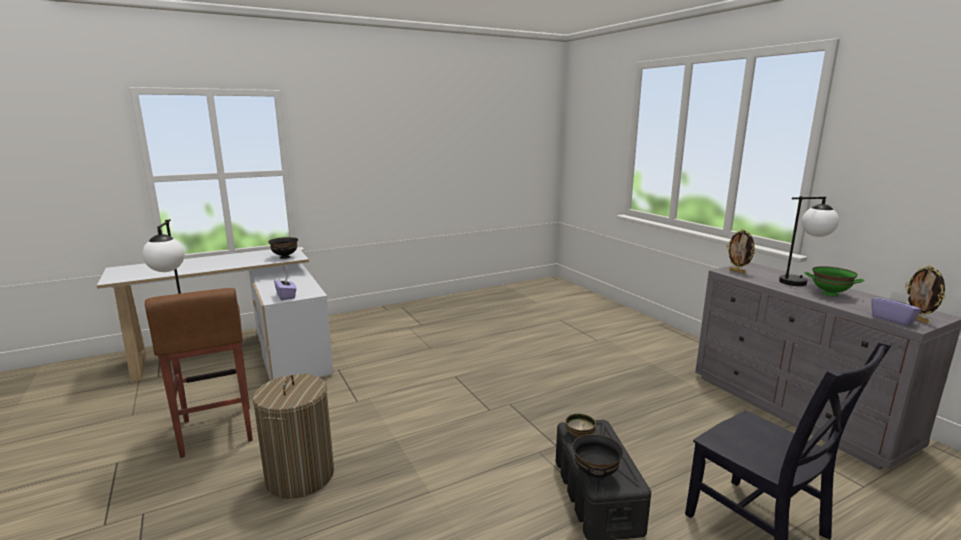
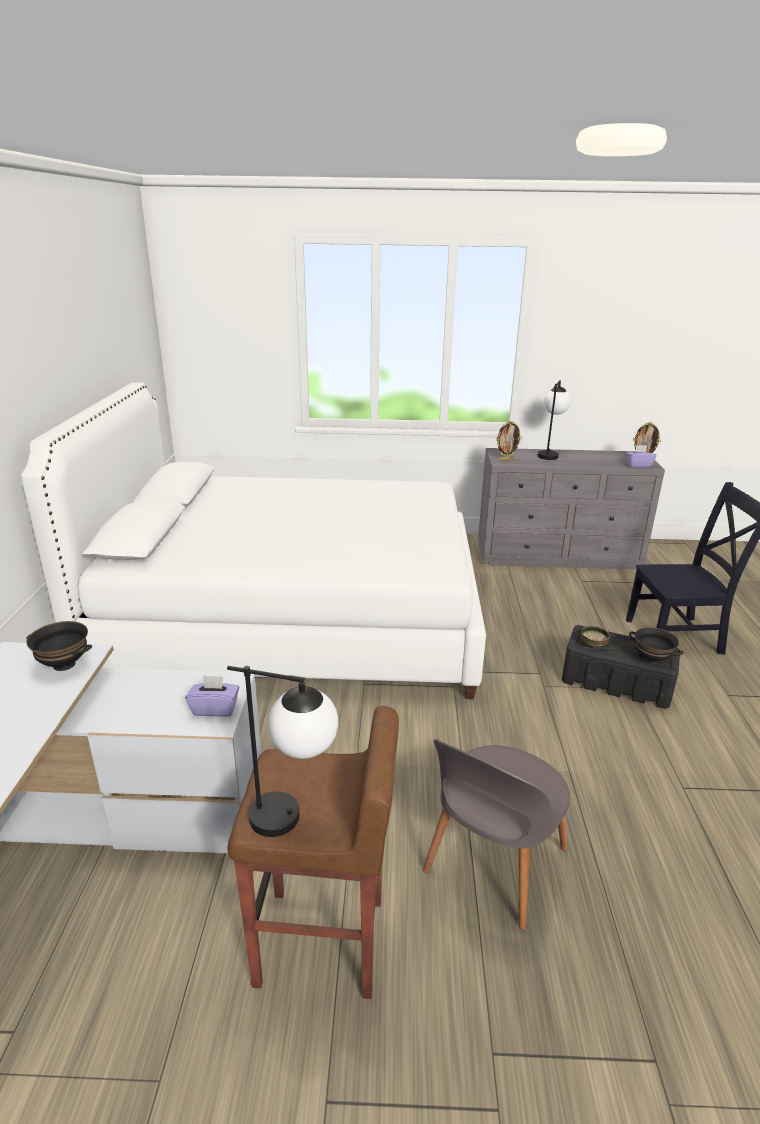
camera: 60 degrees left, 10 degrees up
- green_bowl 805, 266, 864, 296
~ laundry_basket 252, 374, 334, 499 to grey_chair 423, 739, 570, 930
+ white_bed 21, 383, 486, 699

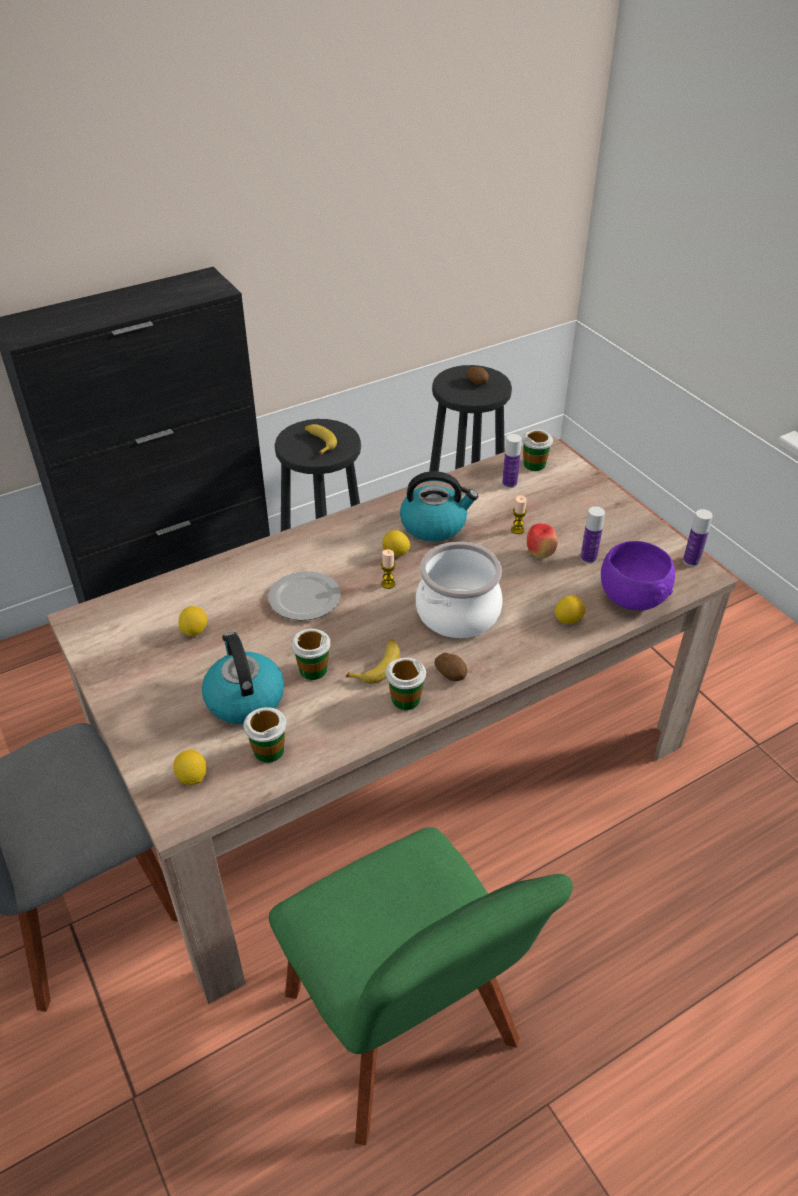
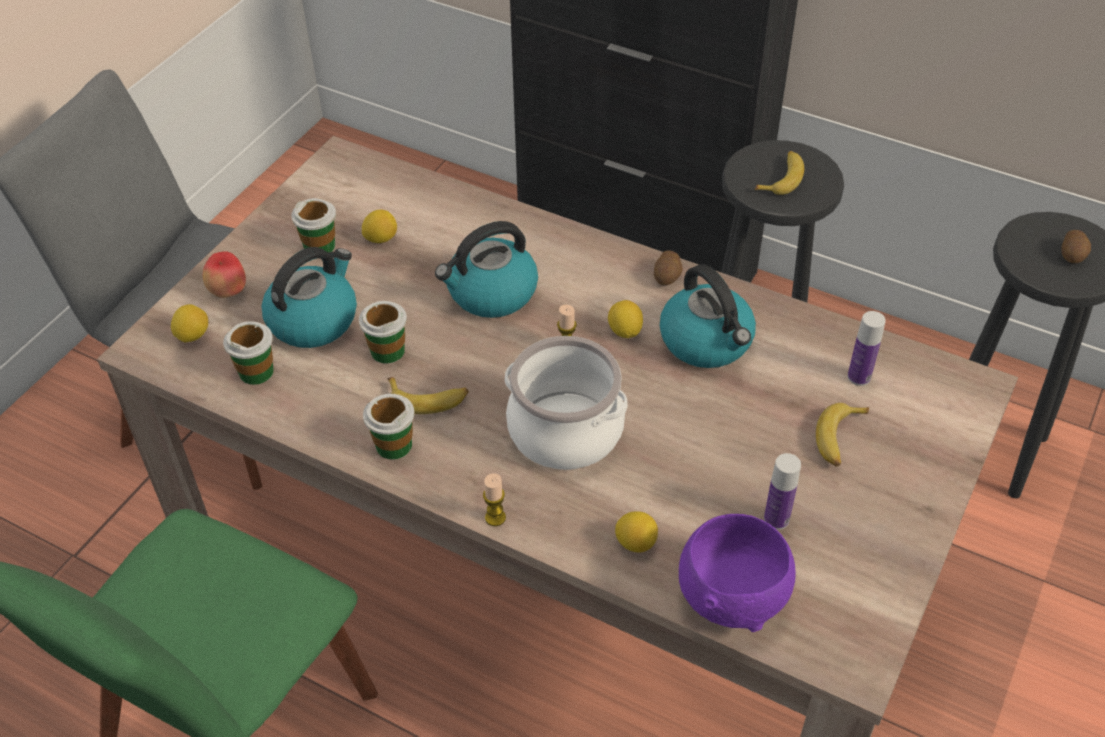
camera: 60 degrees right, 5 degrees up
~ cup 522, 429, 553, 471 to 291, 198, 336, 252
~ candle 511, 495, 527, 534 to 483, 473, 506, 526
- bottle 683, 509, 713, 567
~ apple 527, 523, 558, 559 to 203, 251, 246, 298
~ plate 269, 571, 341, 621 to kettle 435, 221, 538, 318
~ potato 434, 653, 467, 681 to 654, 251, 683, 285
+ banana 816, 403, 869, 467

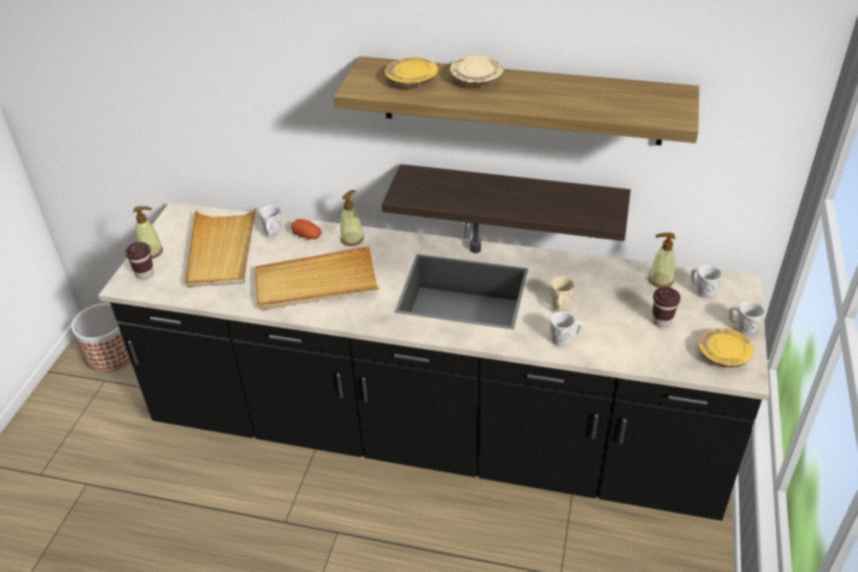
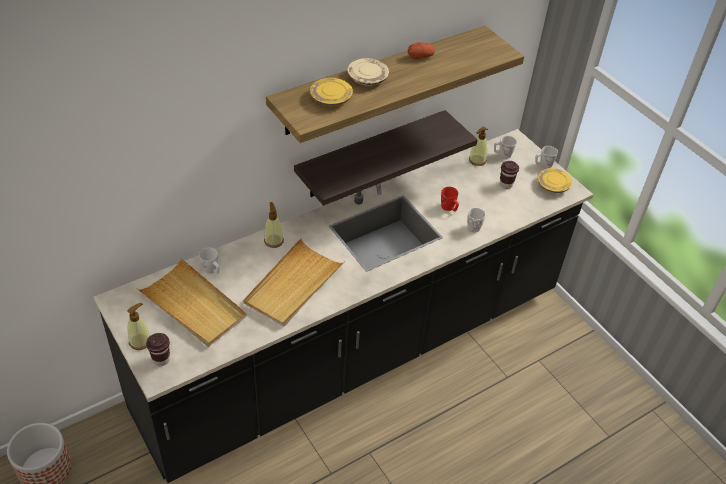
camera: 50 degrees left, 5 degrees up
~ potato 291, 219, 322, 239 to 408, 42, 435, 60
~ beige_mug 551, 277, 574, 312 to red_mug 441, 187, 459, 212

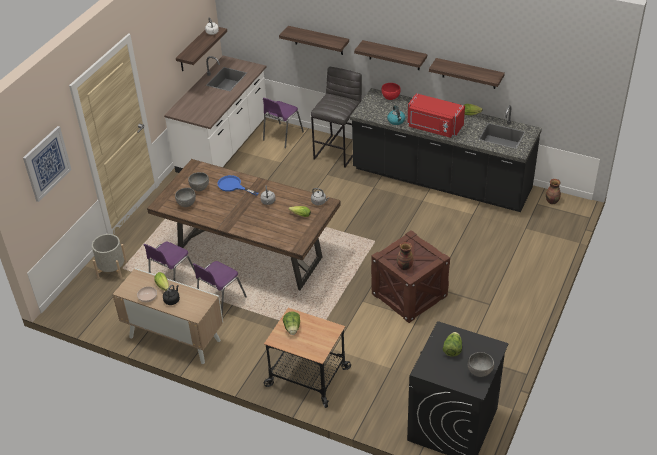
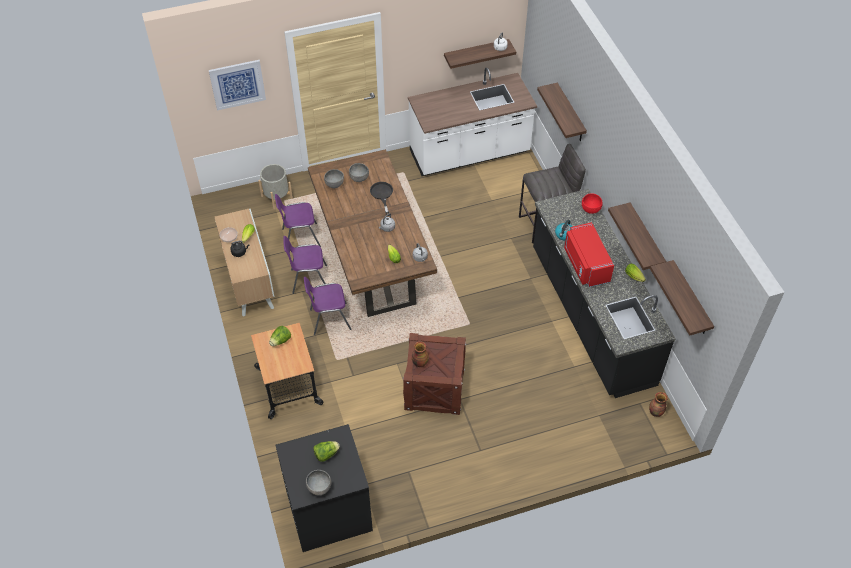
camera: 45 degrees right, 10 degrees up
~ shelf 354, 40, 427, 70 to 650, 260, 714, 336
~ purple_chair 263, 98, 304, 148 to 304, 277, 352, 335
~ blue_frying_pan 217, 175, 259, 196 to black_frying_pan 370, 182, 393, 216

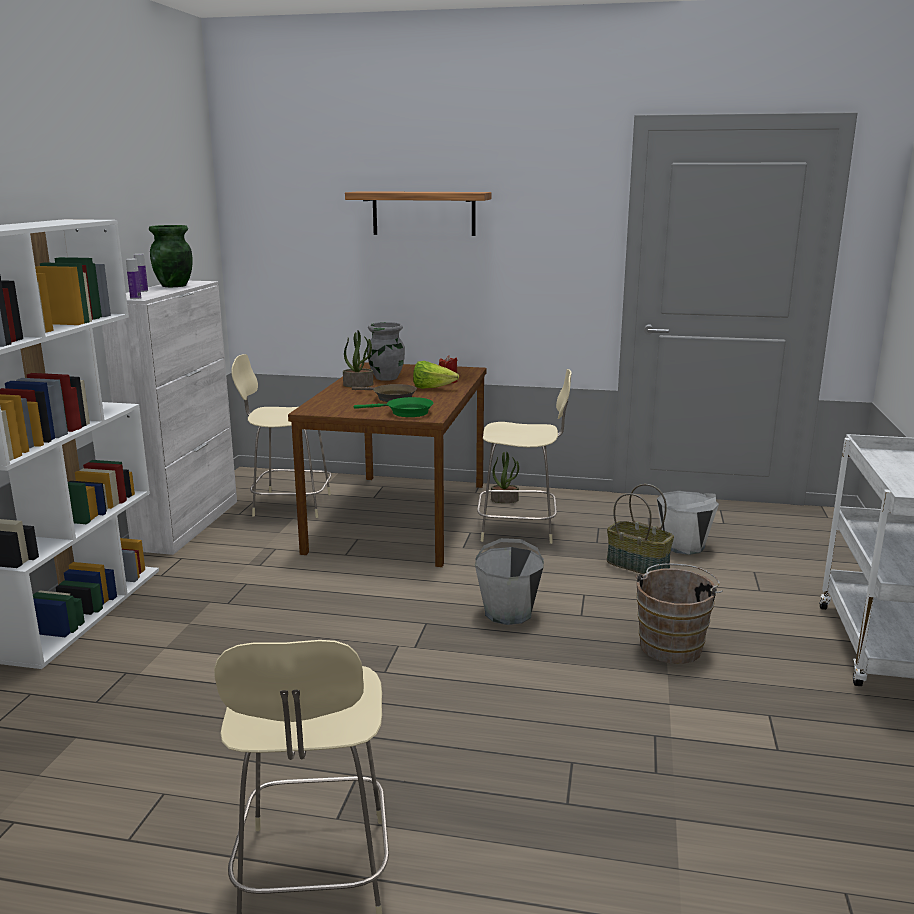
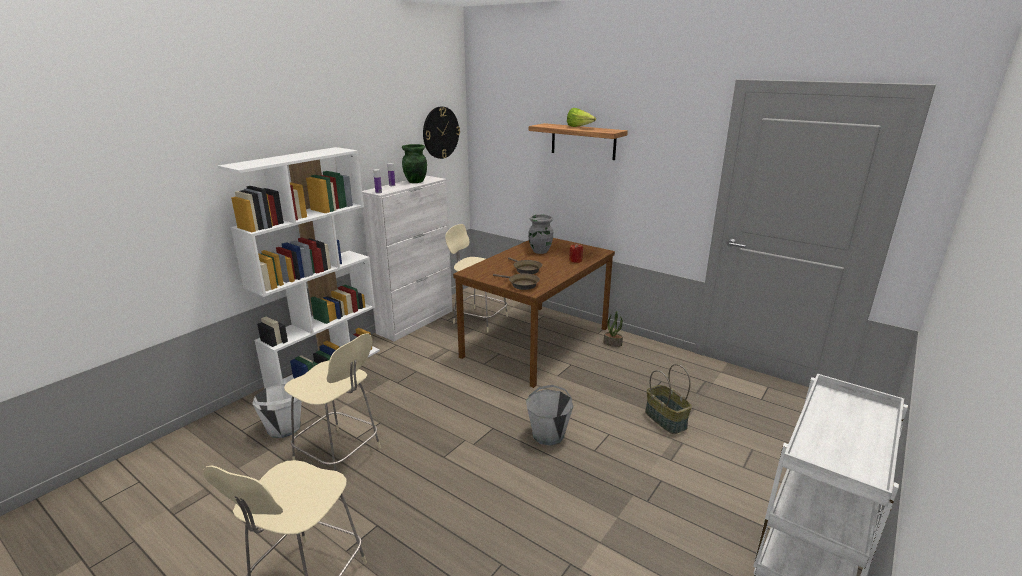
camera: 25 degrees right, 5 degrees up
- potted_plant 343, 330, 373, 387
~ lettuce 413, 361, 459, 389 to 567, 108, 596, 127
~ beige_chair 477, 369, 572, 544 to 284, 334, 381, 471
~ green_frying_pan 354, 397, 433, 417 to brown_frying_pan 493, 274, 540, 290
~ white_bucket 657, 491, 719, 555 to 252, 384, 302, 438
- brown_bucket 635, 564, 723, 664
+ wall_clock 423, 107, 460, 159

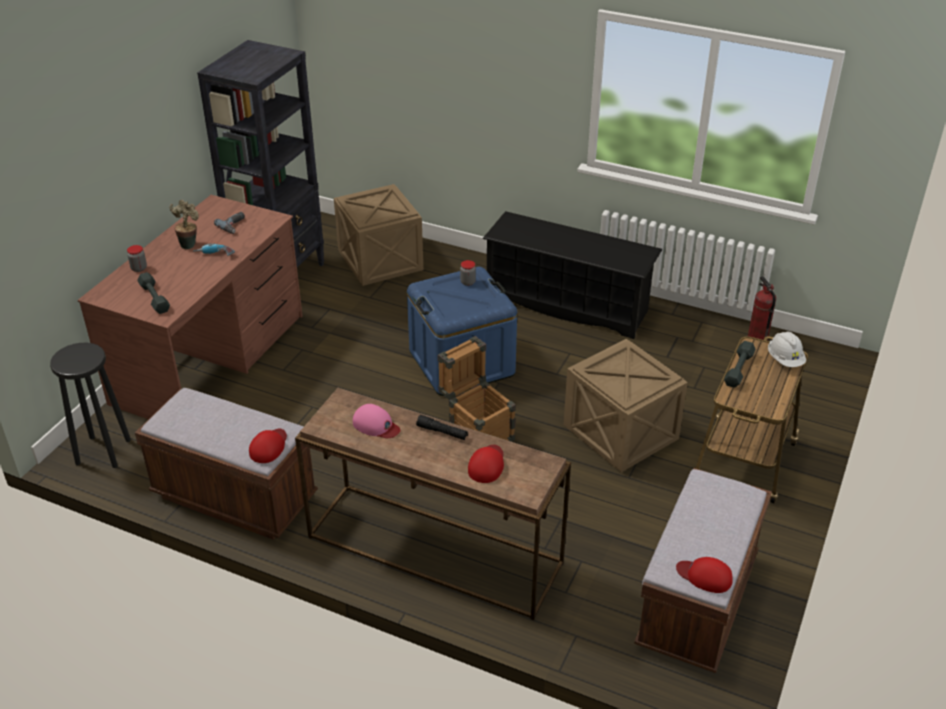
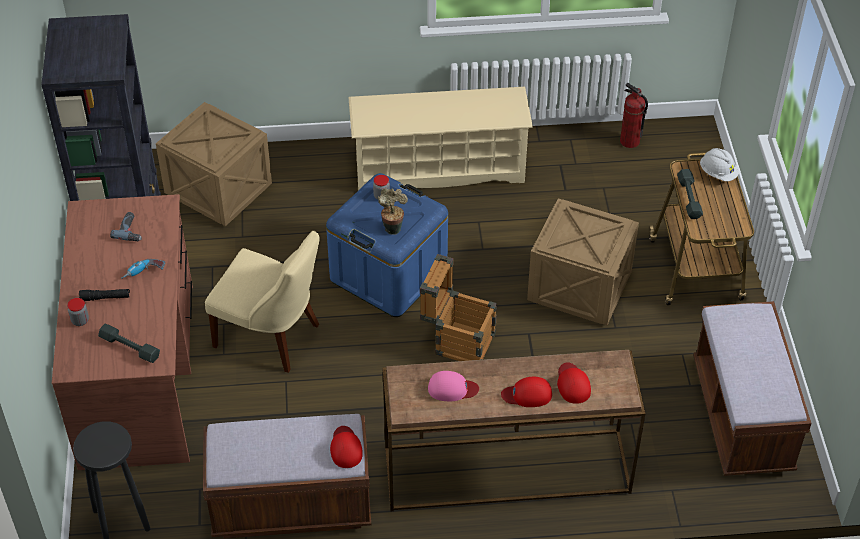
camera: 30 degrees left, 10 degrees up
~ potted_plant 170, 200, 199, 249 to 378, 188, 408, 235
~ black_shoe_rack 483, 211, 662, 339 to beige_shoe_rack 348, 86, 533, 190
~ black_flashlight 416, 415, 468, 440 to 79, 289, 130, 301
~ red_cap 676, 557, 733, 593 to 501, 377, 552, 407
+ beige_chair 205, 231, 319, 373

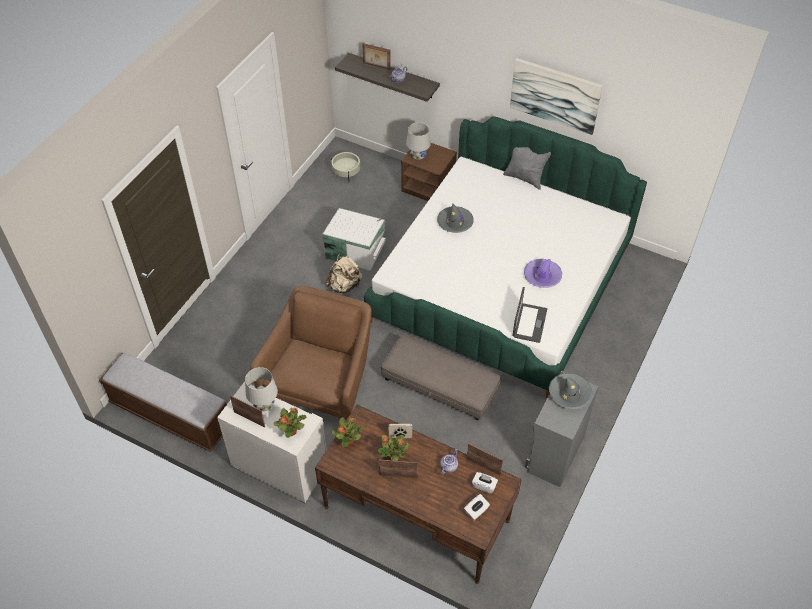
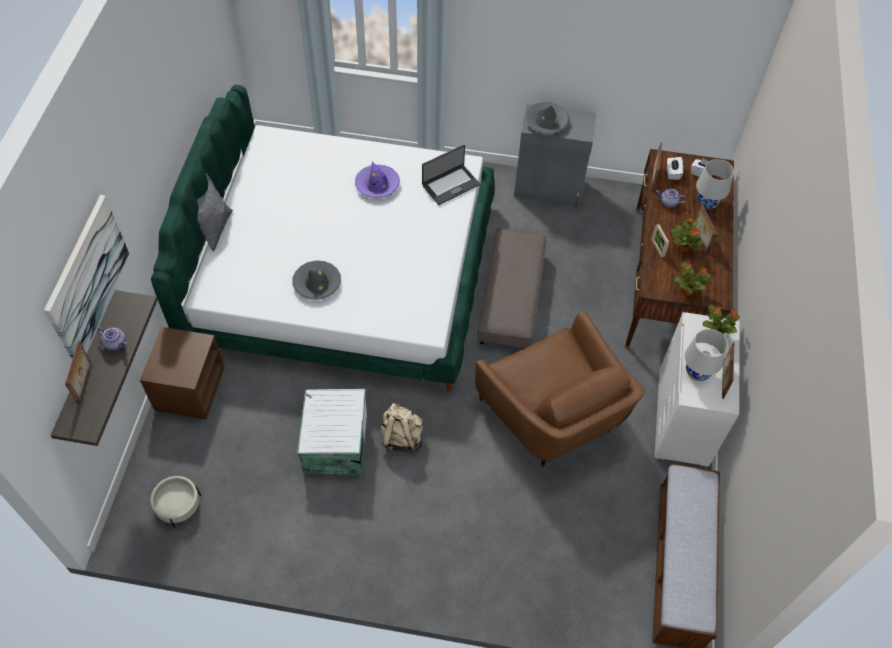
camera: 110 degrees left, 5 degrees up
~ picture 510, 58, 603, 135 to 44, 195, 129, 359
~ white_table_lamp 406, 122, 431, 161 to 696, 159, 734, 209
~ brown_armchair 250, 286, 372, 420 = 475, 311, 645, 467 120 degrees counterclockwise
~ laptop 513, 287, 547, 343 = 422, 145, 480, 205 150 degrees clockwise

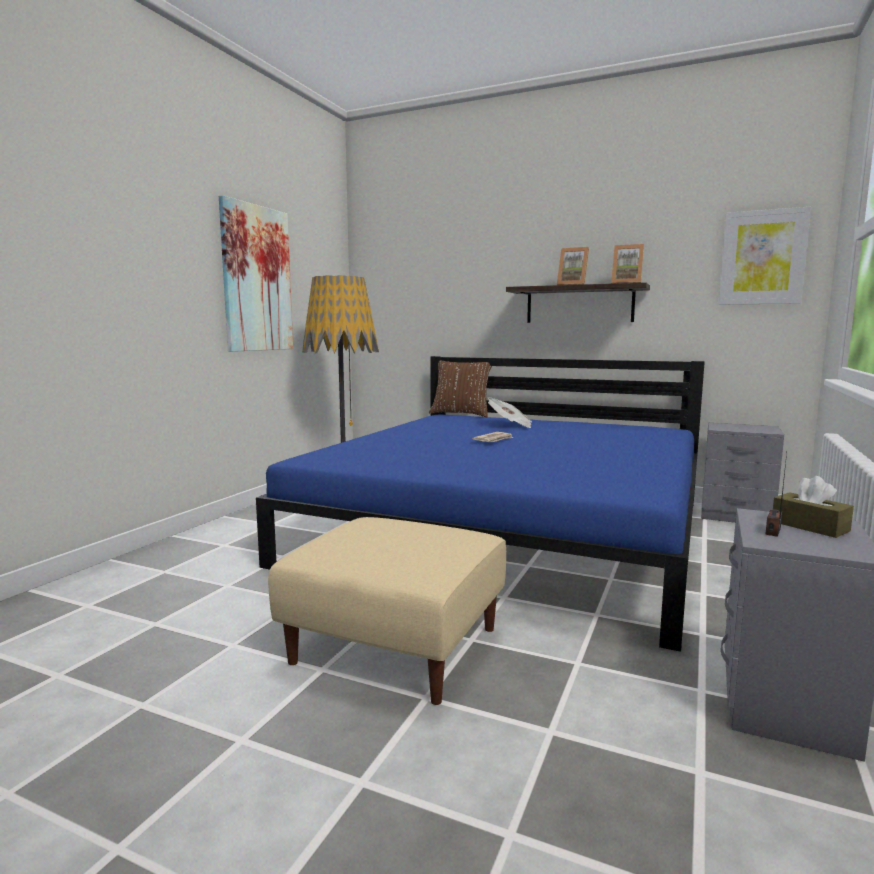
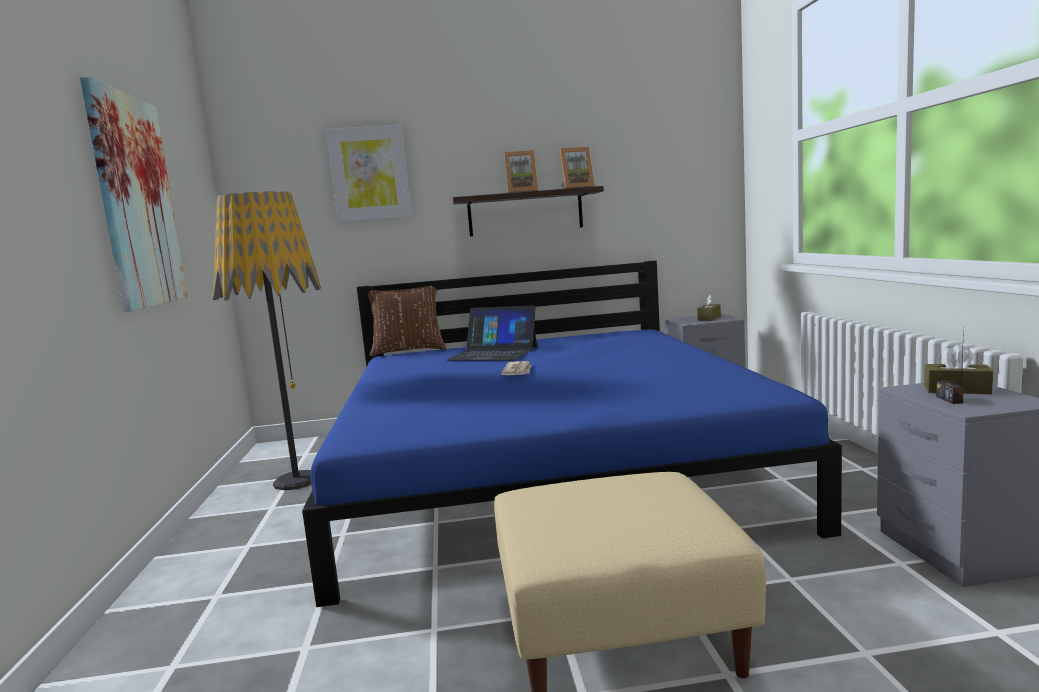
camera: 30 degrees left, 0 degrees up
~ picture 719, 207, 811, 305 to 326, 124, 411, 222
~ newspaper 488, 397, 532, 428 to laptop 447, 306, 537, 361
+ brown_tissue_box 697, 295, 721, 321

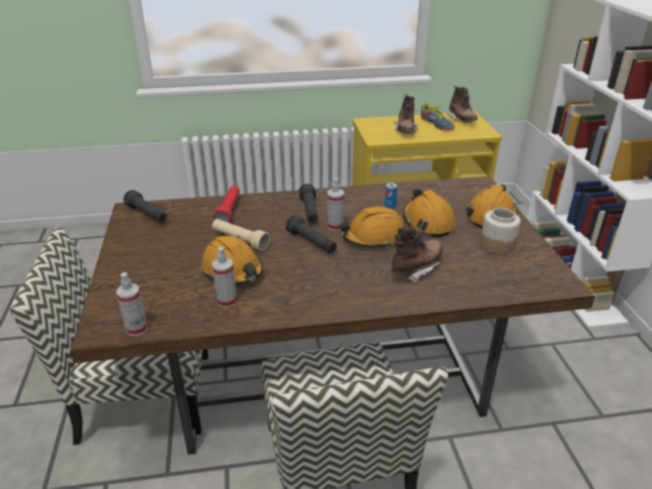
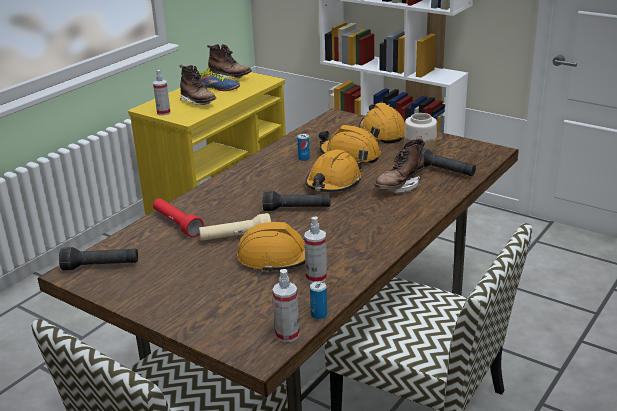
camera: 45 degrees left, 5 degrees down
~ spray_bottle 327, 178, 344, 231 to 153, 70, 171, 116
~ black_flashlight 299, 184, 318, 223 to 422, 148, 476, 176
~ brown_boot 391, 229, 443, 283 = 375, 136, 425, 193 135 degrees counterclockwise
+ can 310, 281, 327, 319

